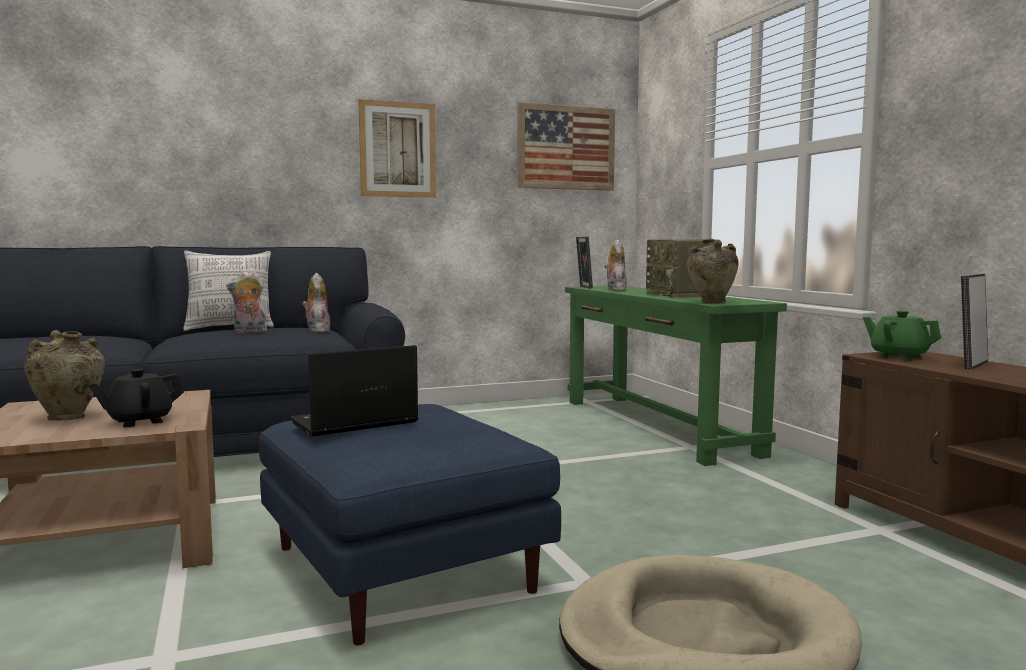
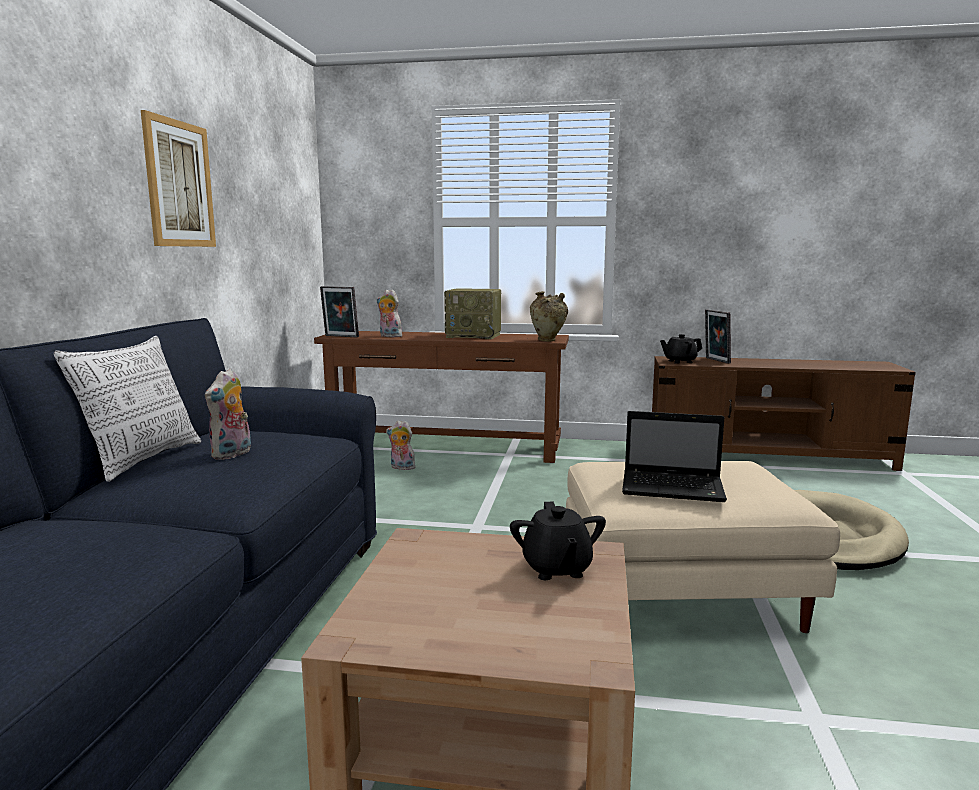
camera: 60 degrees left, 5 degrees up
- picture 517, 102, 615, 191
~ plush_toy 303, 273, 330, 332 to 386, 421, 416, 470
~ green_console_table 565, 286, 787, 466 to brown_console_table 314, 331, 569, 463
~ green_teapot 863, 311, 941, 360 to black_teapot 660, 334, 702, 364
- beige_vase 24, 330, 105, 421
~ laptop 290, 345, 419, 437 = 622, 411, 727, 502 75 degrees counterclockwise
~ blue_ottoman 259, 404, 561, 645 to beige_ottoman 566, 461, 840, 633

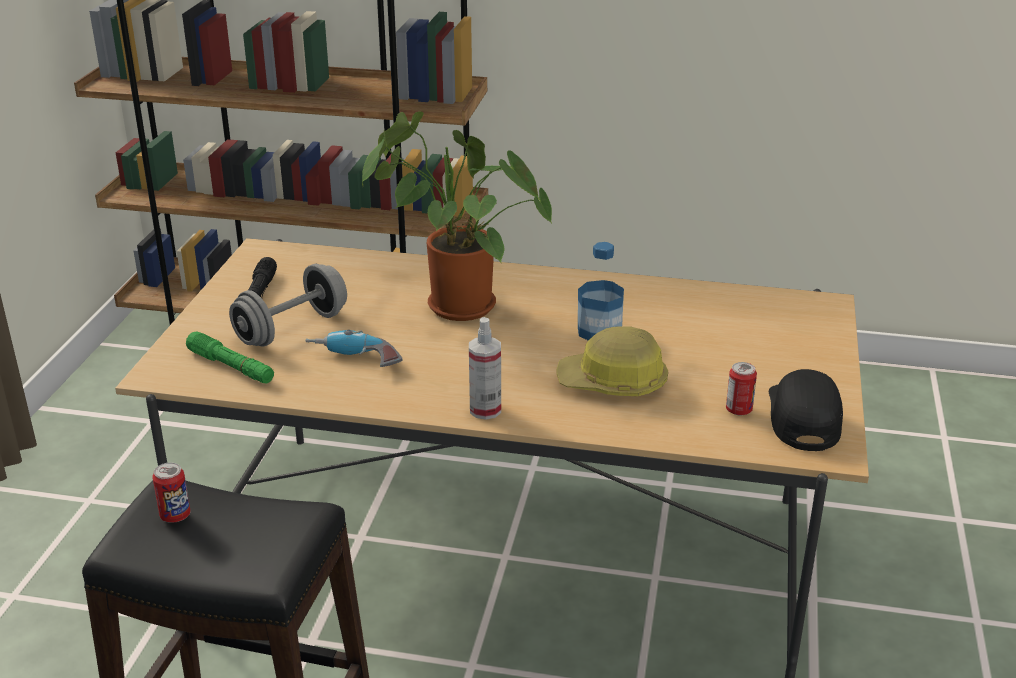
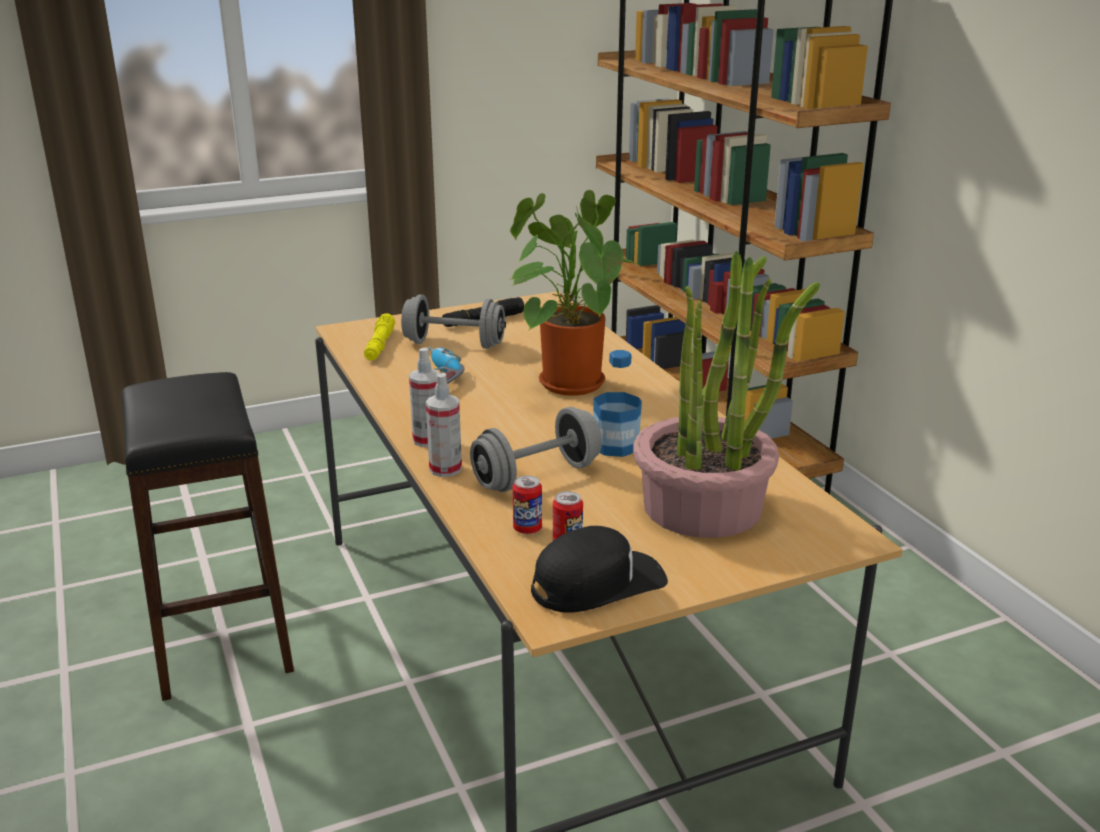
camera: 55 degrees right, 5 degrees down
~ hard_hat 557, 326, 668, 396 to grey_dumbbell 470, 407, 602, 492
~ green_flashlight 186, 332, 274, 383 to yellow_flashlight 364, 313, 395, 361
~ can 152, 463, 191, 523 to 513, 475, 542, 534
+ potted_plant 633, 251, 820, 538
+ spray_bottle 426, 373, 462, 477

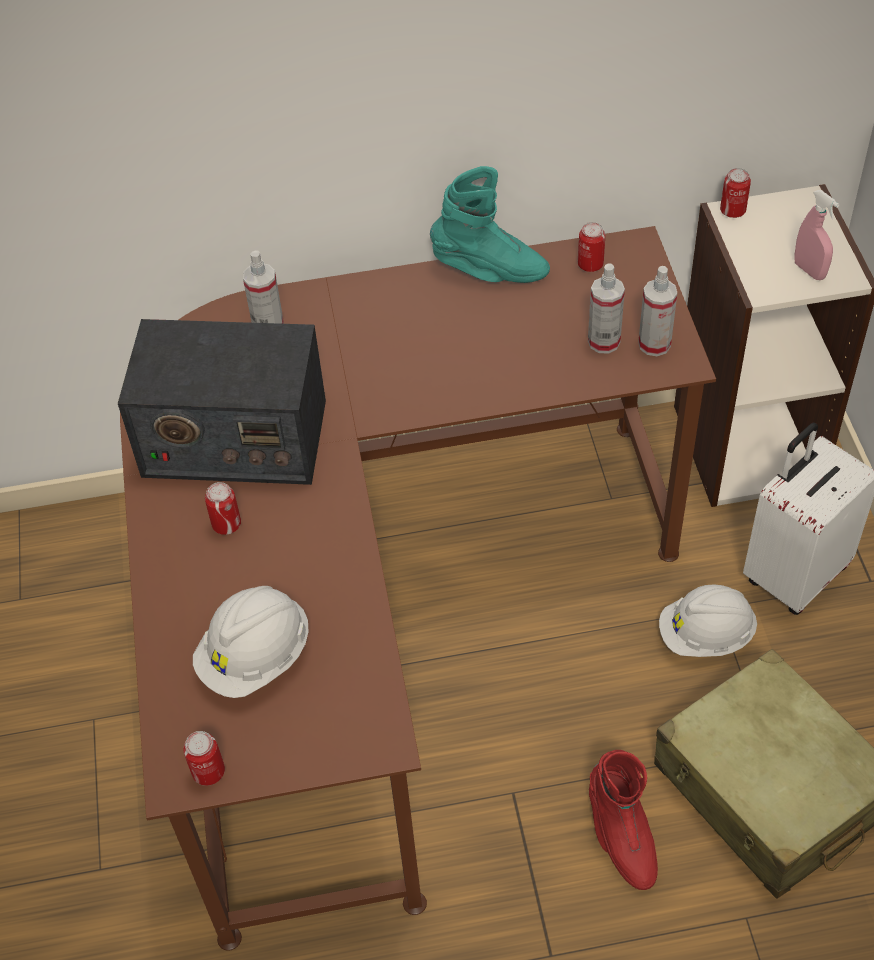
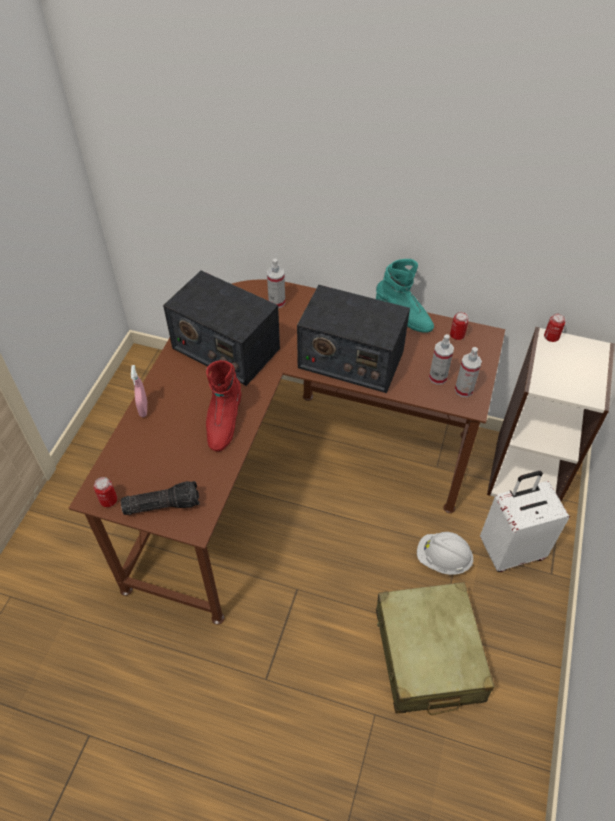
camera: 25 degrees right, 0 degrees up
~ pink_spray_bottle 794, 190, 839, 280 to 131, 365, 147, 417
- can 205, 482, 241, 535
- white_hard_hat 193, 586, 309, 698
~ red_boot 589, 750, 658, 890 to 206, 360, 241, 452
+ radio 297, 285, 410, 393
+ flashlight 121, 481, 200, 515

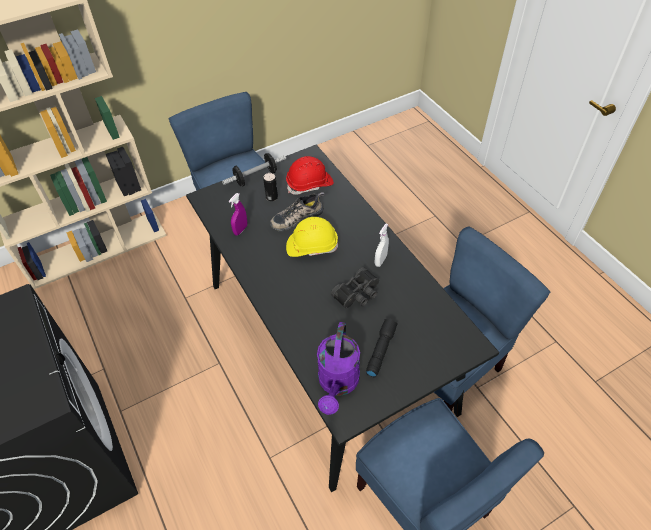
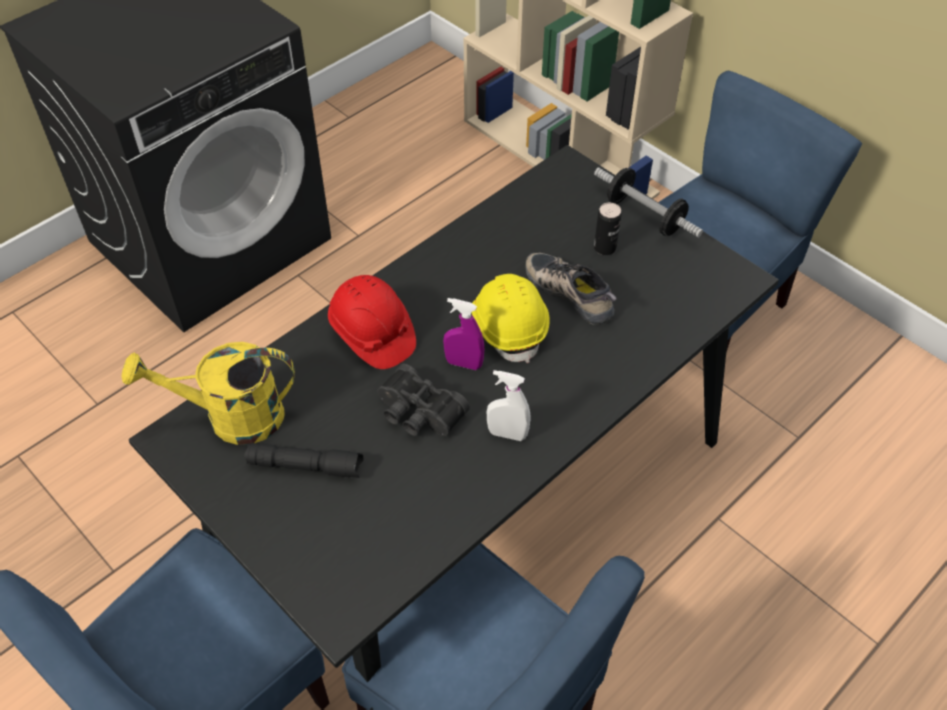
camera: 75 degrees right, 0 degrees up
~ red_hard_hat 286, 156, 334, 195 to 328, 275, 416, 369
~ purple_spray_bottle 229, 193, 247, 235 to 443, 298, 484, 370
~ purple_watering_can 317, 322, 360, 415 to yellow_watering_can 122, 342, 294, 445

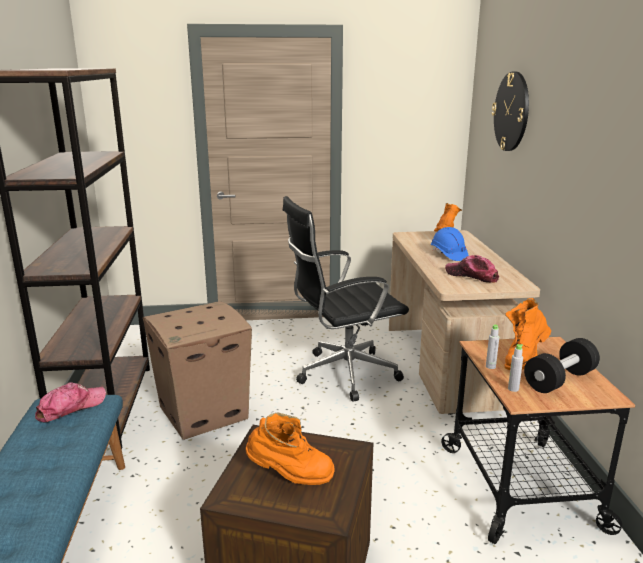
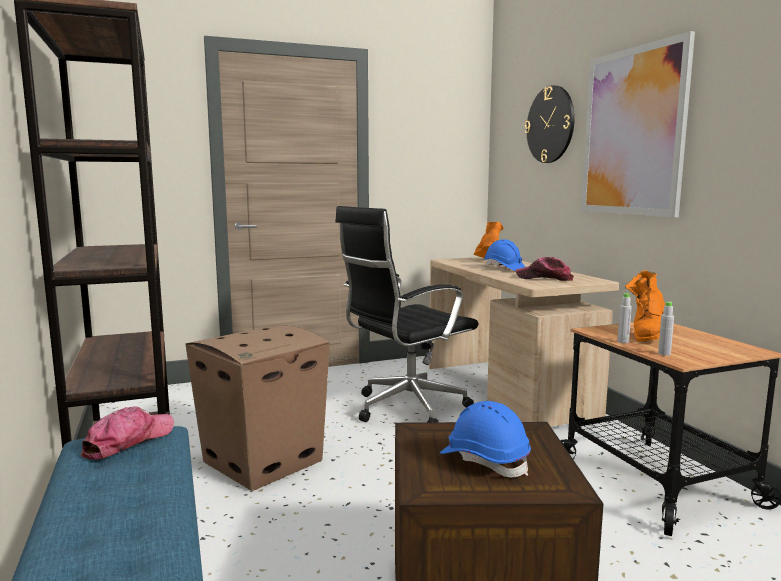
camera: 15 degrees left, 10 degrees down
- black_dumbbell 524, 338, 600, 393
~ orange_boot 245, 412, 334, 485 to blue_hard_hat 440, 401, 531, 477
+ picture 581, 31, 695, 217

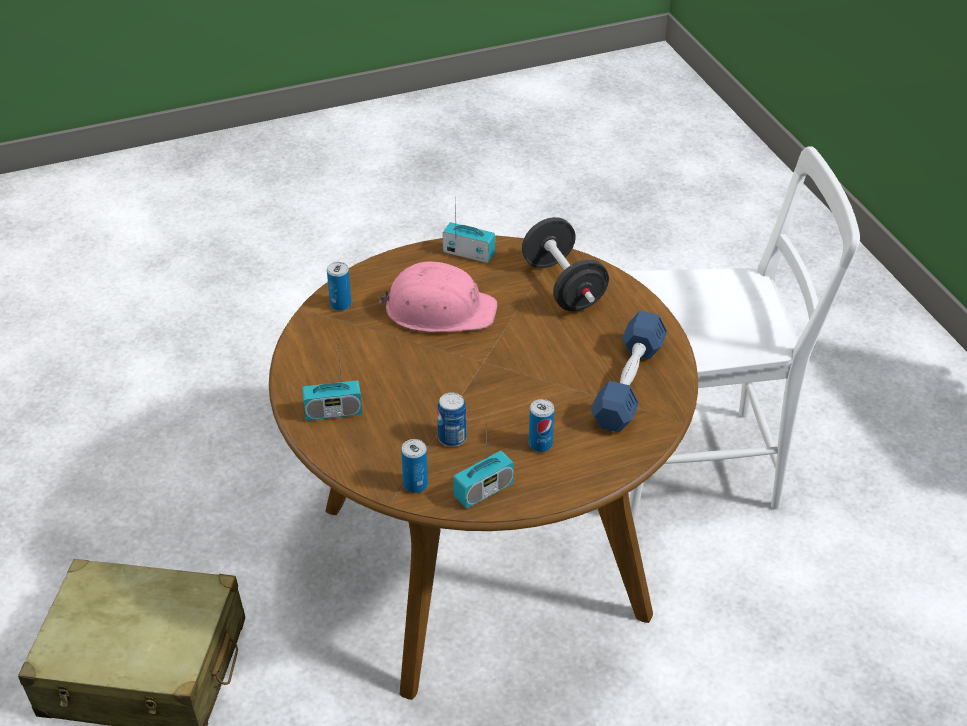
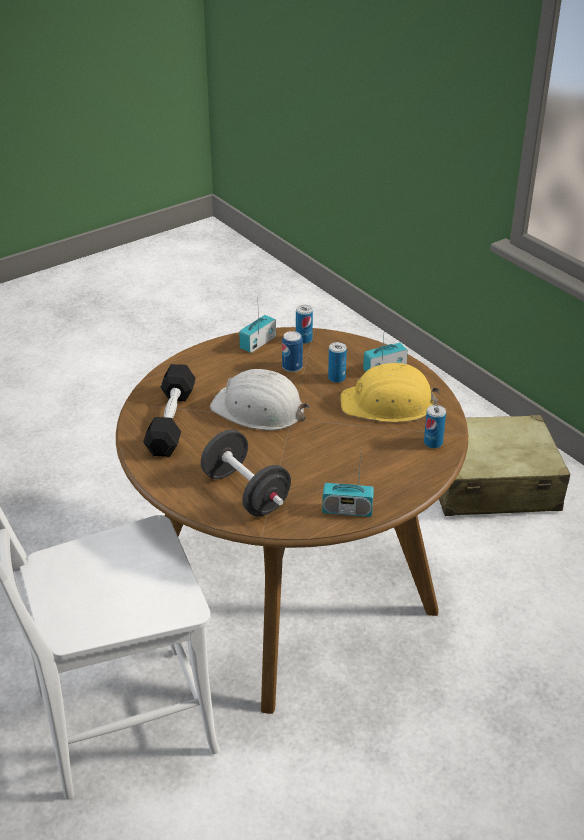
camera: 165 degrees right, 5 degrees down
- pink_hard_hat 378, 262, 497, 332
~ blue_dumbbell 591, 311, 667, 432 to black_dumbbell 143, 364, 196, 457
~ can 529, 399, 554, 452 to 328, 342, 347, 383
+ yellow_hard_hat 340, 363, 440, 422
+ white_hard_hat 210, 369, 310, 430

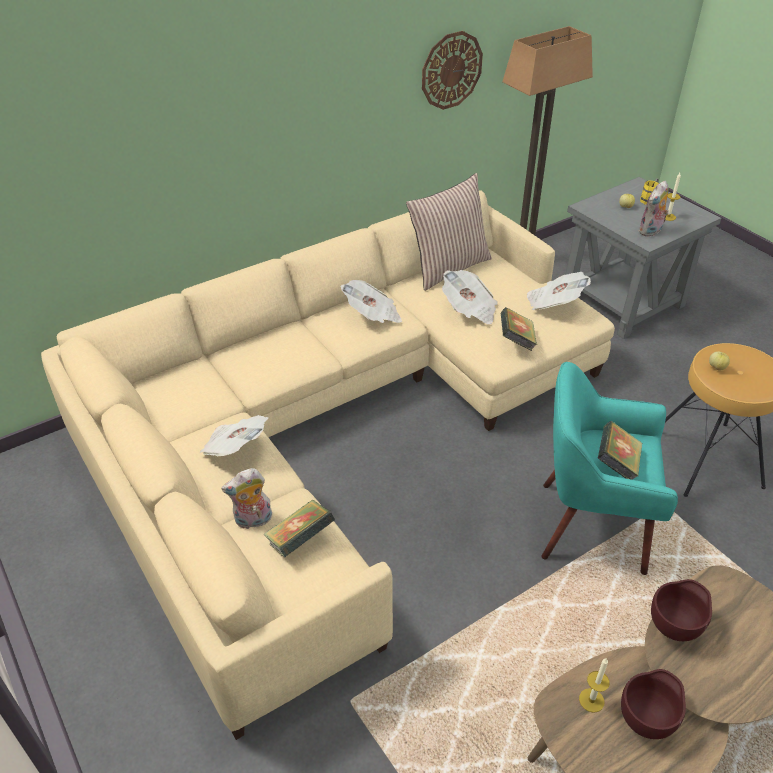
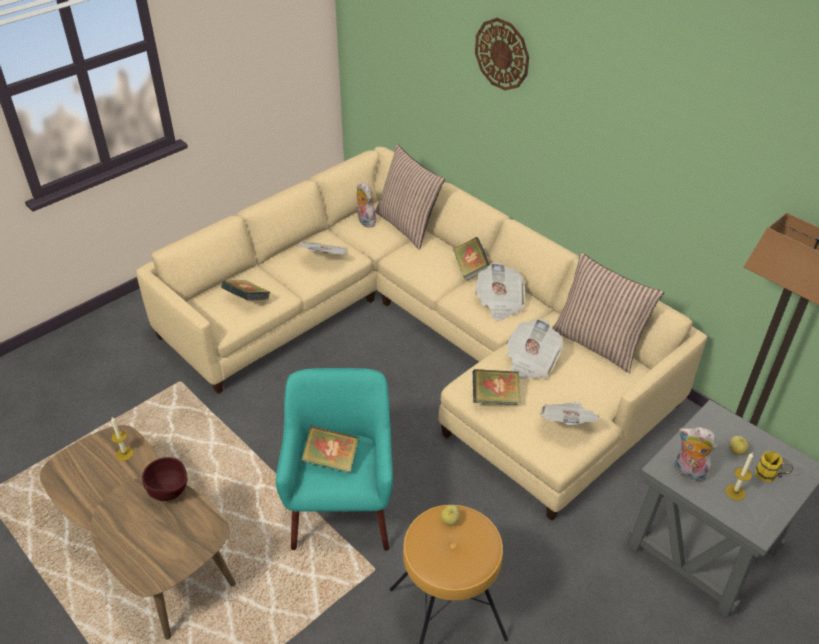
camera: 80 degrees right, 0 degrees up
~ wall_clock 422, 31, 483, 110 to 475, 18, 529, 91
~ plush_toy 221, 468, 272, 529 to 356, 182, 376, 227
- brown_bowl 621, 669, 686, 739
+ pillow 375, 144, 445, 250
+ book 453, 237, 490, 281

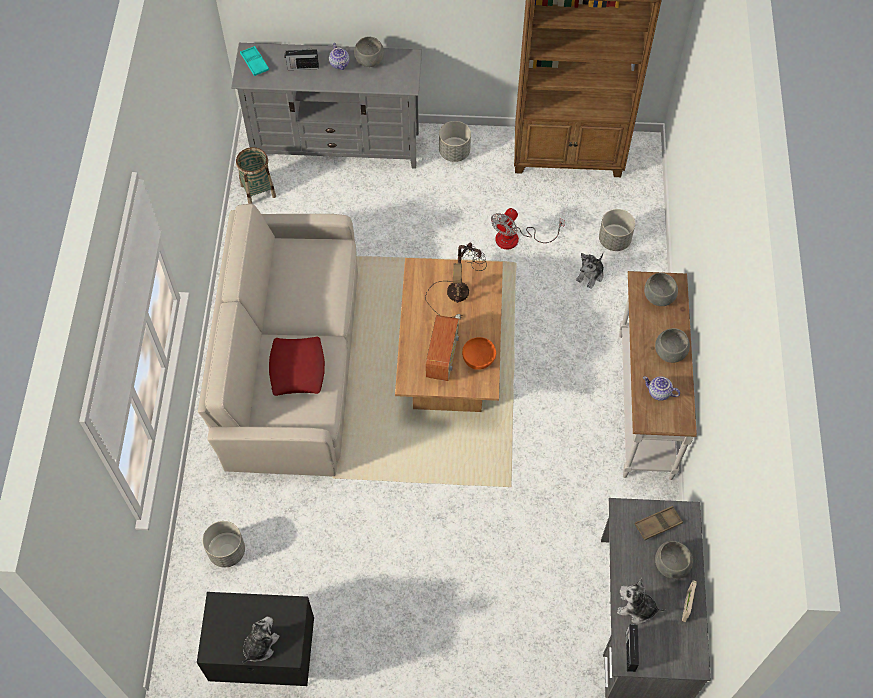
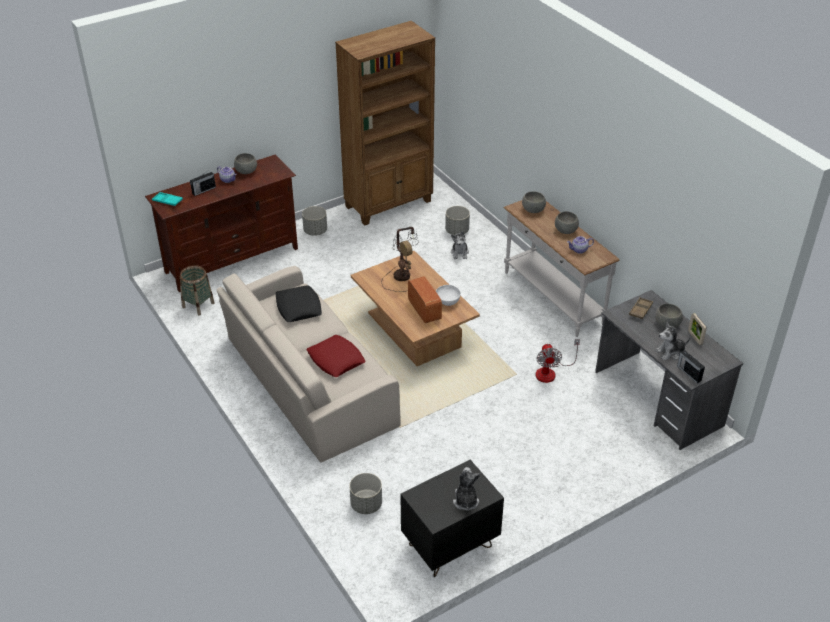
camera: 35 degrees left, 20 degrees down
~ grey_tv_stand 231, 43, 422, 168 to brown_tv_stand 145, 154, 298, 292
~ fan 491, 208, 565, 249 to 536, 339, 580, 383
~ orange_bowl 462, 337, 496, 370 to white_bowl 436, 285, 461, 306
+ black_pillow 275, 285, 322, 322

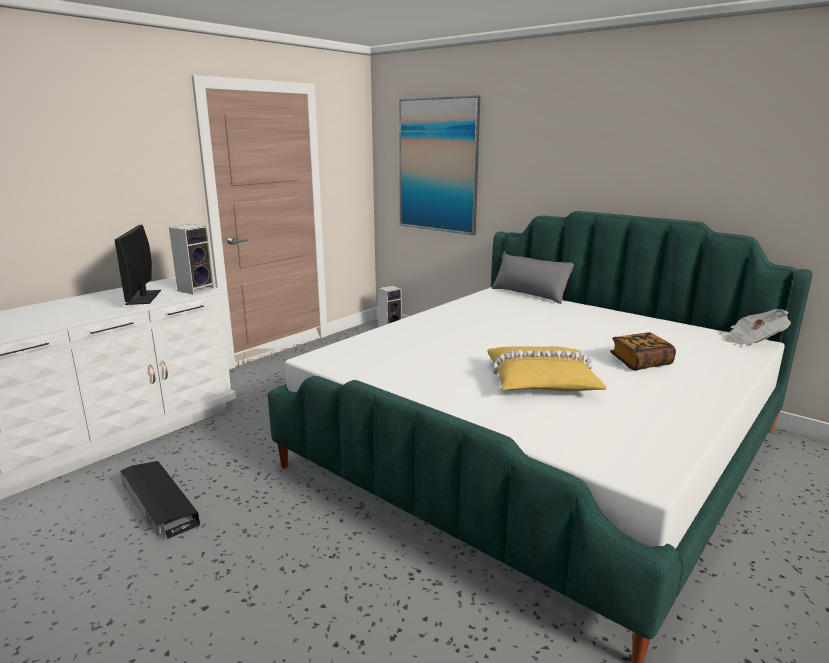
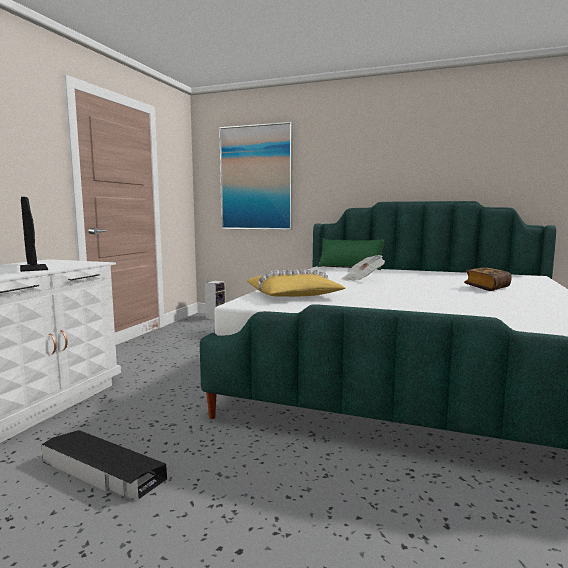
camera: 20 degrees left, 10 degrees down
- speaker 169, 224, 215, 294
~ grey_pillow 492, 251, 574, 304 to green_pillow 318, 238, 384, 270
~ newspaper 721, 309, 791, 346 to 342, 255, 385, 281
~ yellow_pillow 488, 346, 607, 391 to 247, 269, 345, 297

